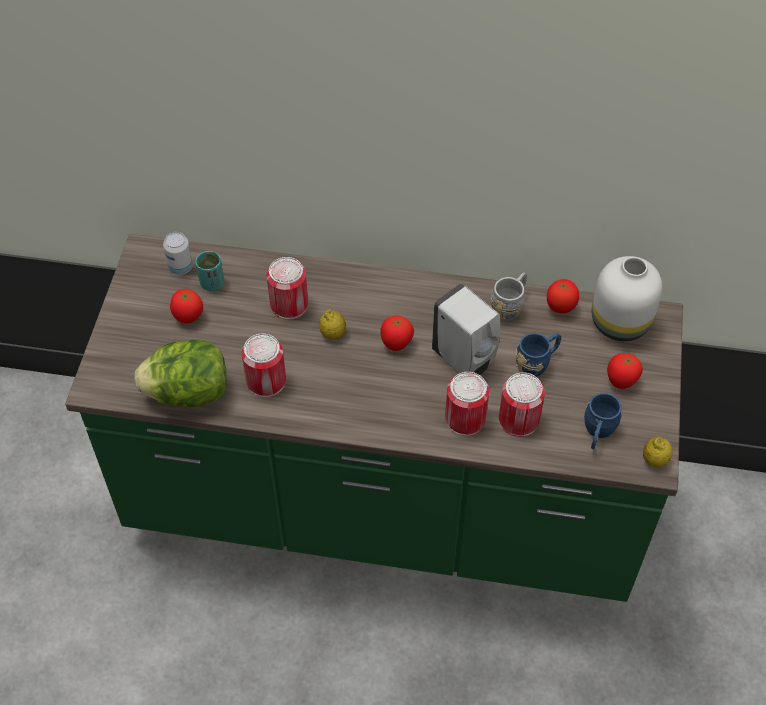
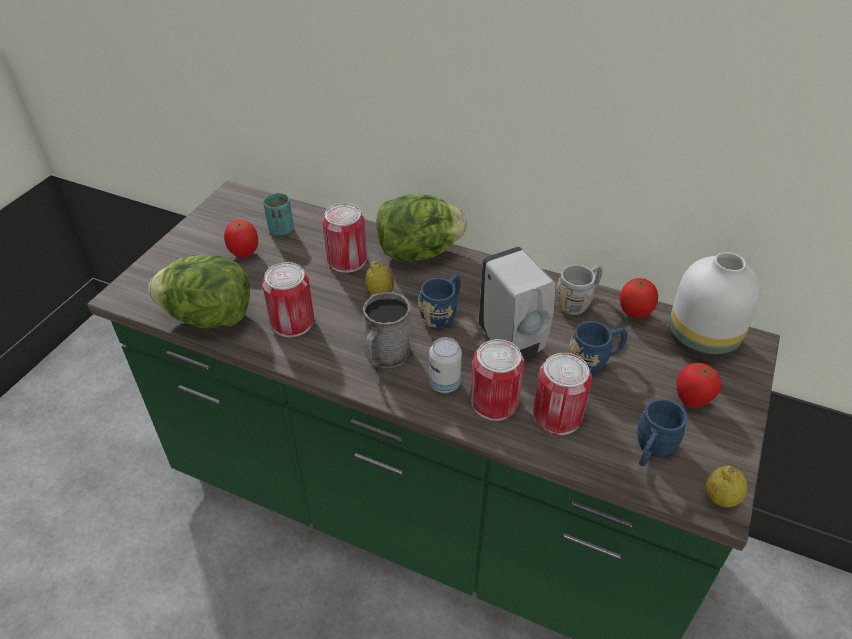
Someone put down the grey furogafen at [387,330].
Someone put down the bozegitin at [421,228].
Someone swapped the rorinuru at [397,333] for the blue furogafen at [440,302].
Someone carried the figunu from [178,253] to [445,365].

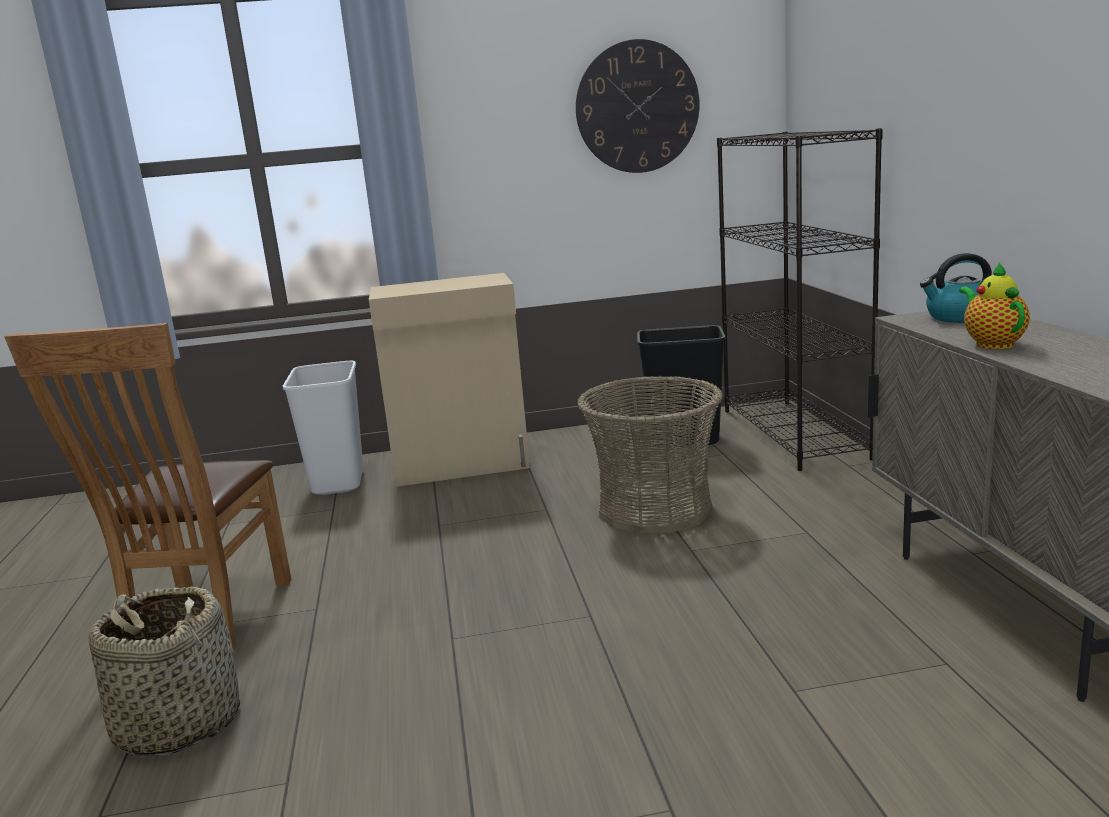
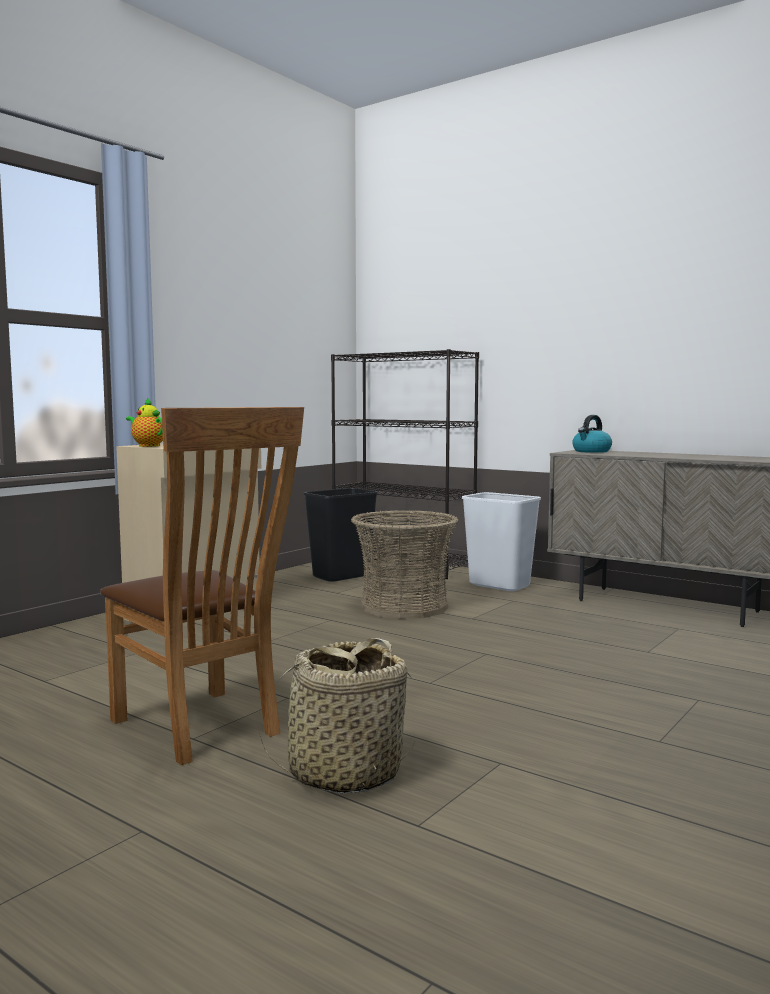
Someone carried the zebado from [994,305] to [144,422].
Someone carried the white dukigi from [323,428] to [501,541].
Someone took away the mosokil at [638,106].

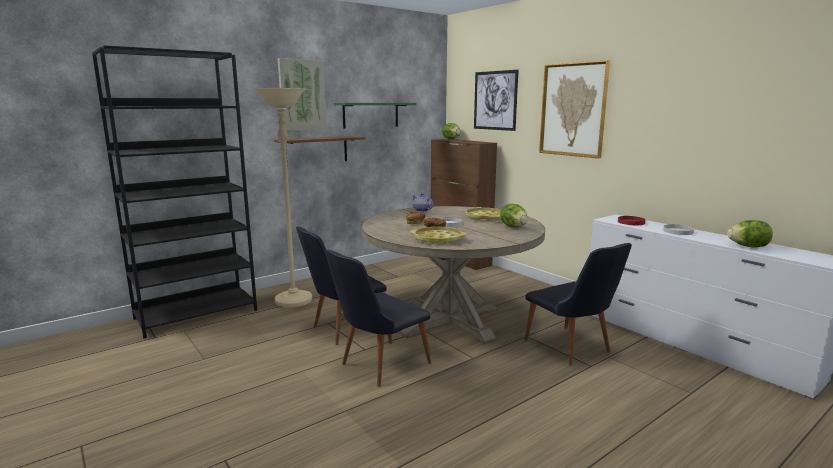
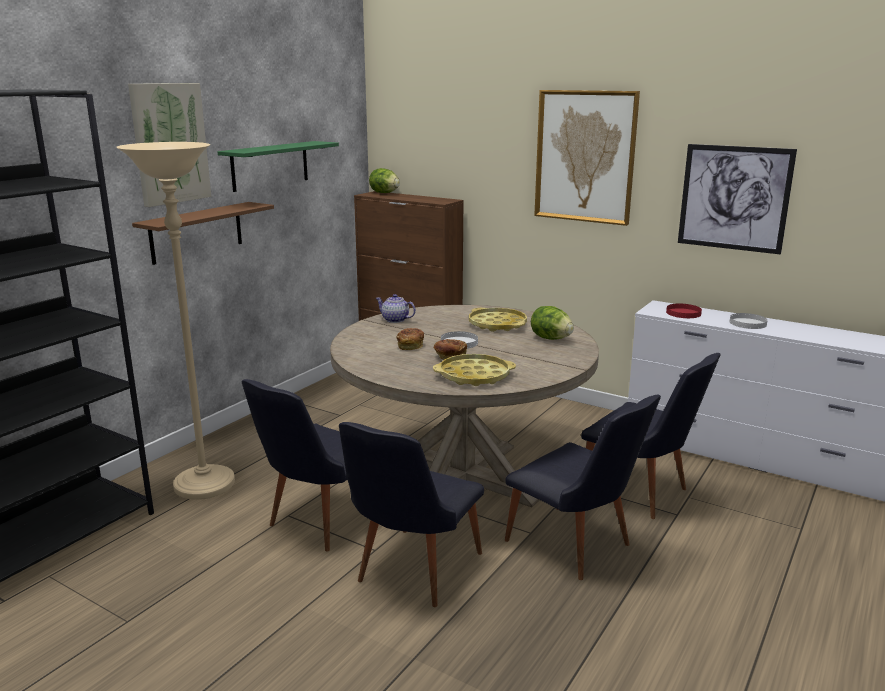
Someone put down the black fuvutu at [583,487].
Someone carried the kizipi from [496,100] to [737,199].
Someone took away the bozegitin at [750,233].

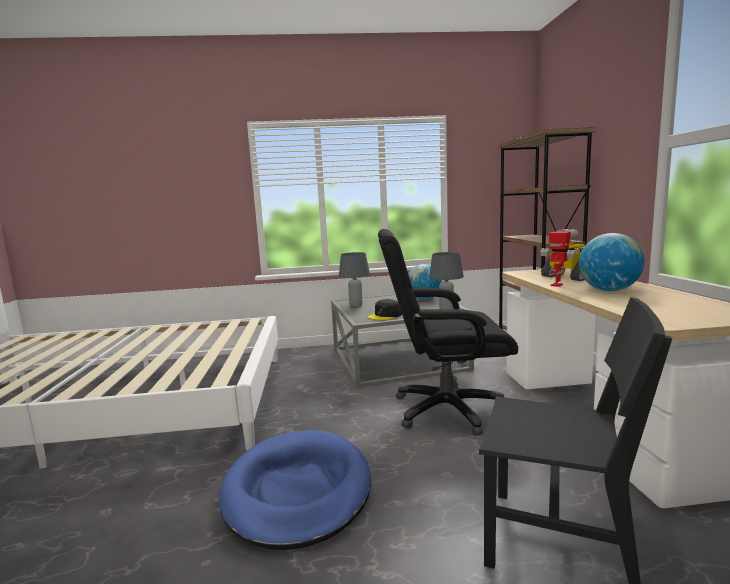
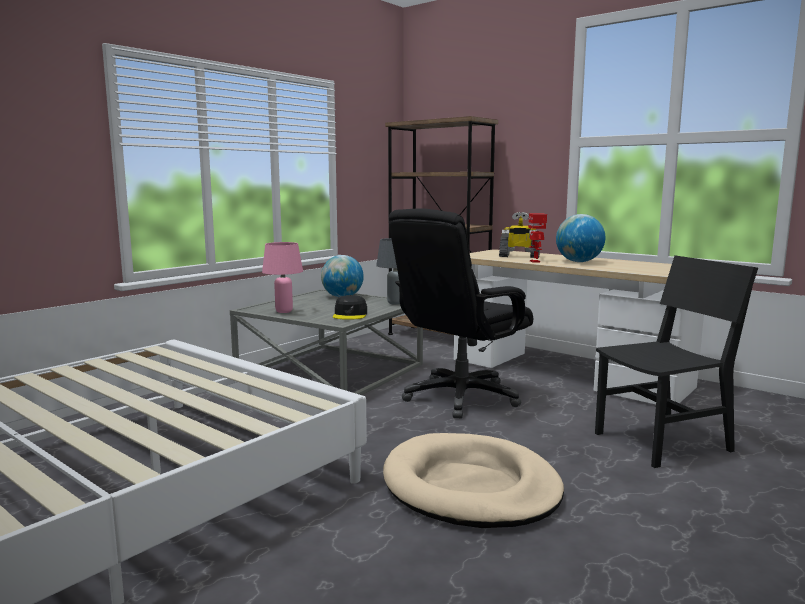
Someone repainted the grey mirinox at [354,279], which became the pink mirinox at [282,277].
Someone repainted the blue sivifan at [295,490], which became the beige sivifan at [473,480].

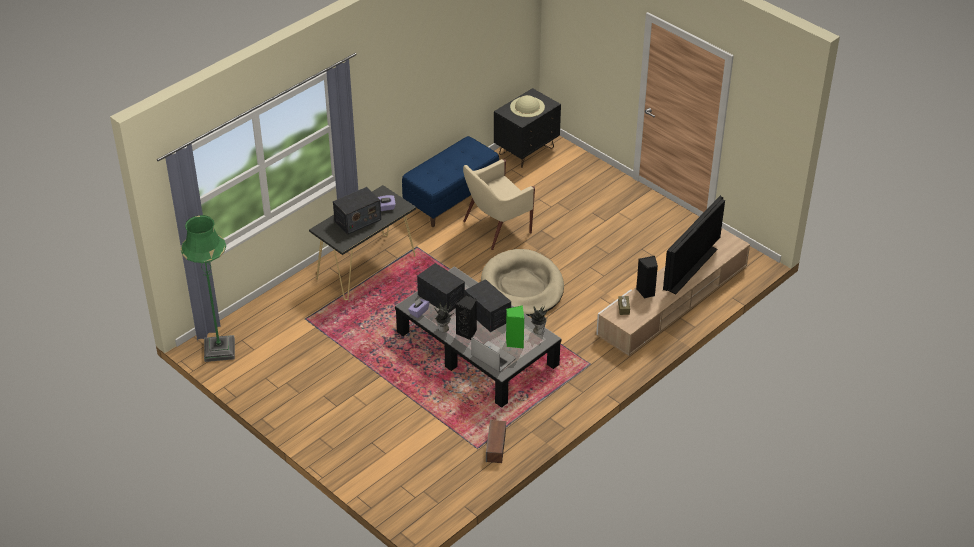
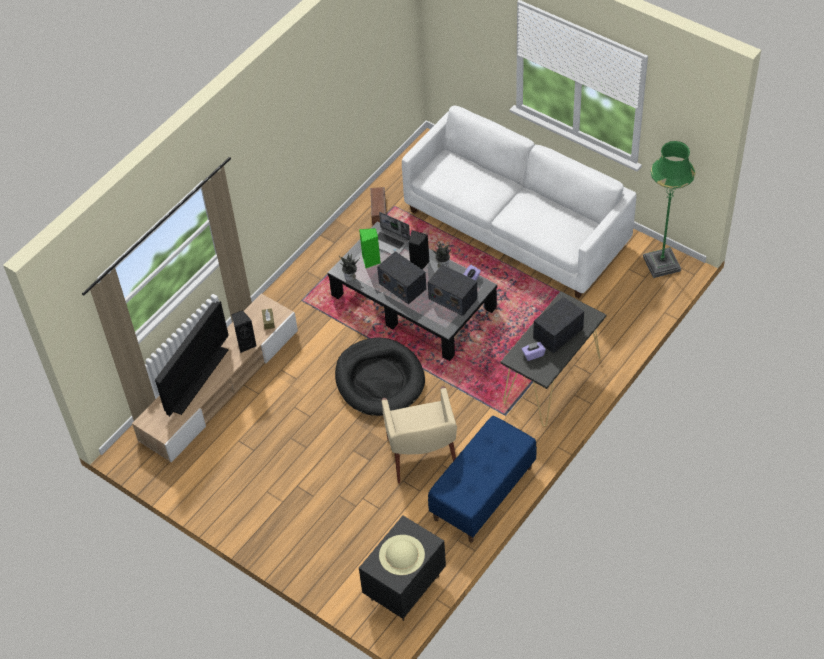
Someone repainted the beige sivifan at [522,282], which became the black sivifan at [380,377].
Someone rotated the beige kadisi at [499,204] by 120 degrees clockwise.
Someone put down the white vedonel at [519,201].

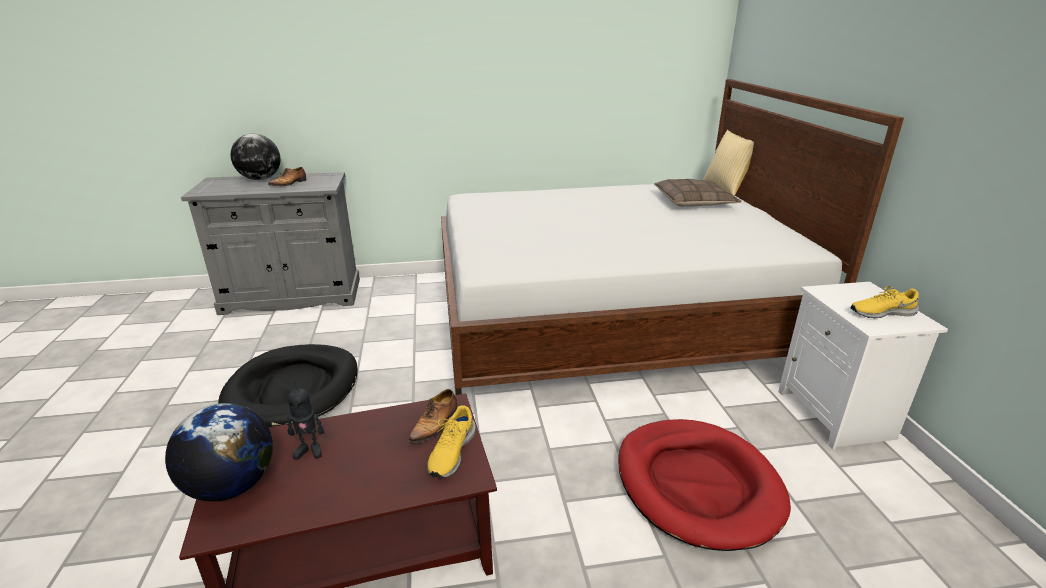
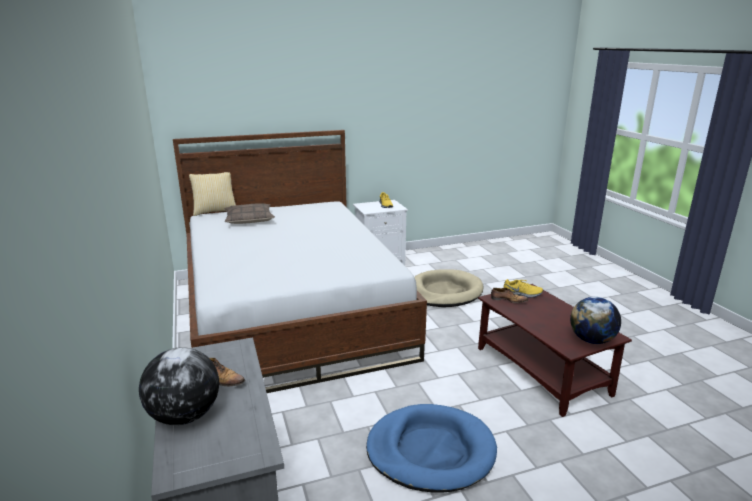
Someone repainted the black sivifan at [288,385], which became the blue sivifan at [431,448].
Someone repainted the red sivifan at [704,485], which became the beige sivifan at [449,288].
Someone took away the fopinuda at [306,420].

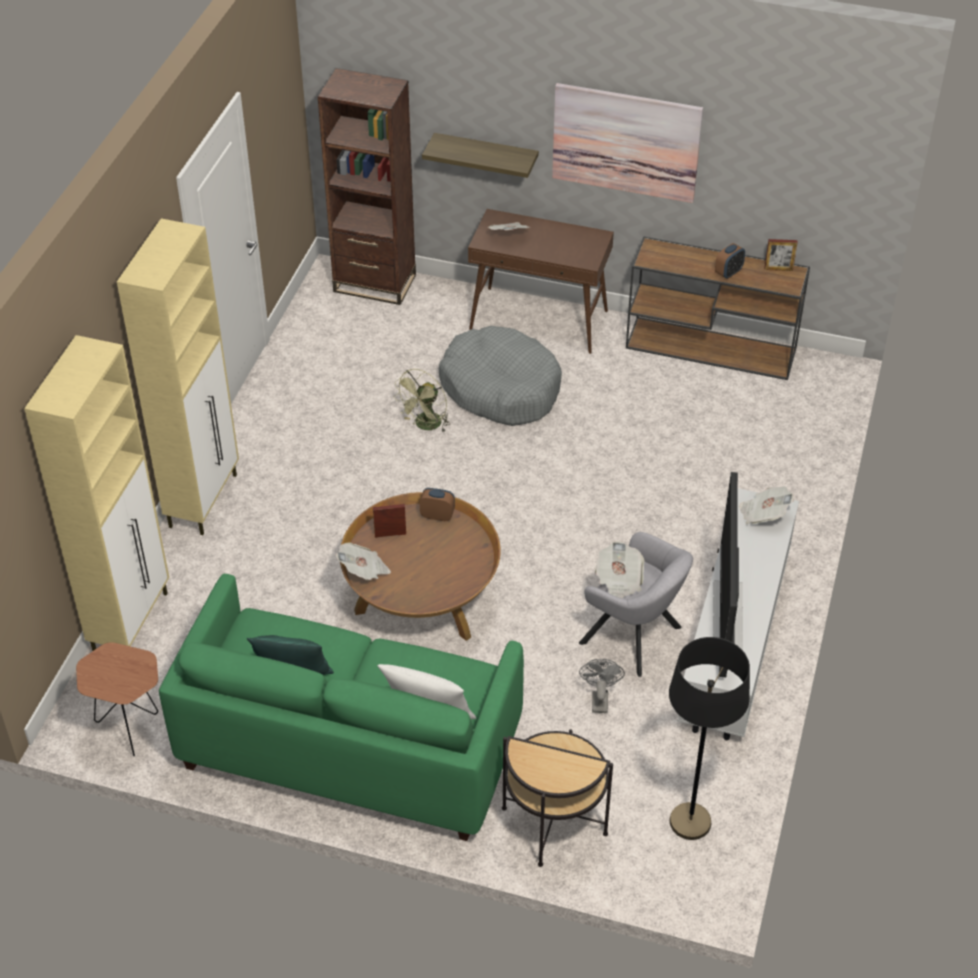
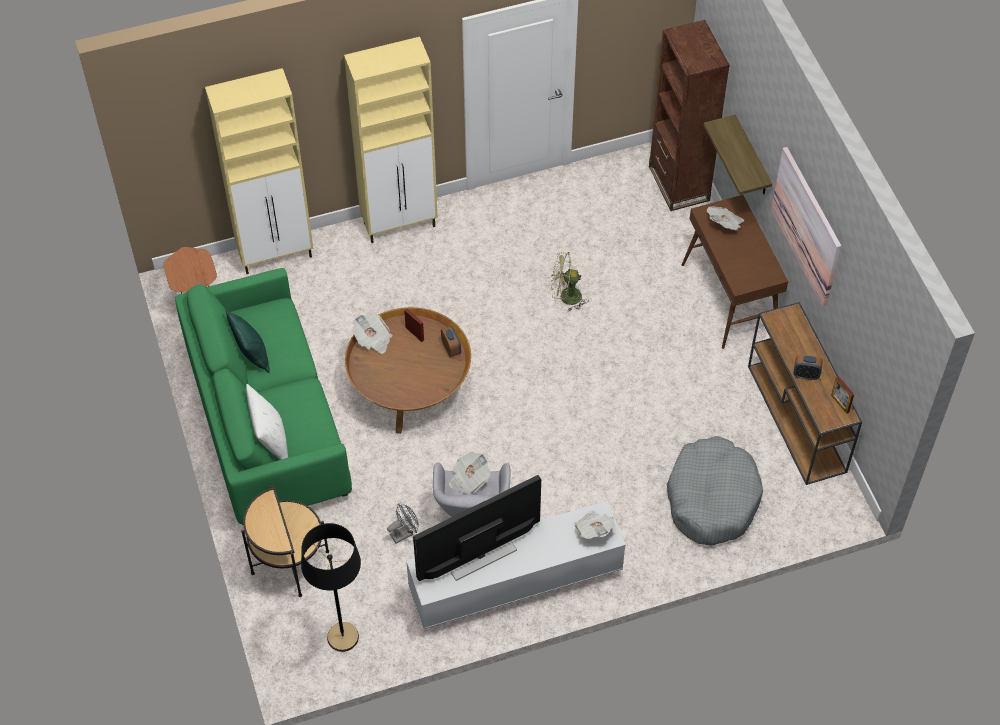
Someone carried the grey sivifan from [500,376] to [715,491].

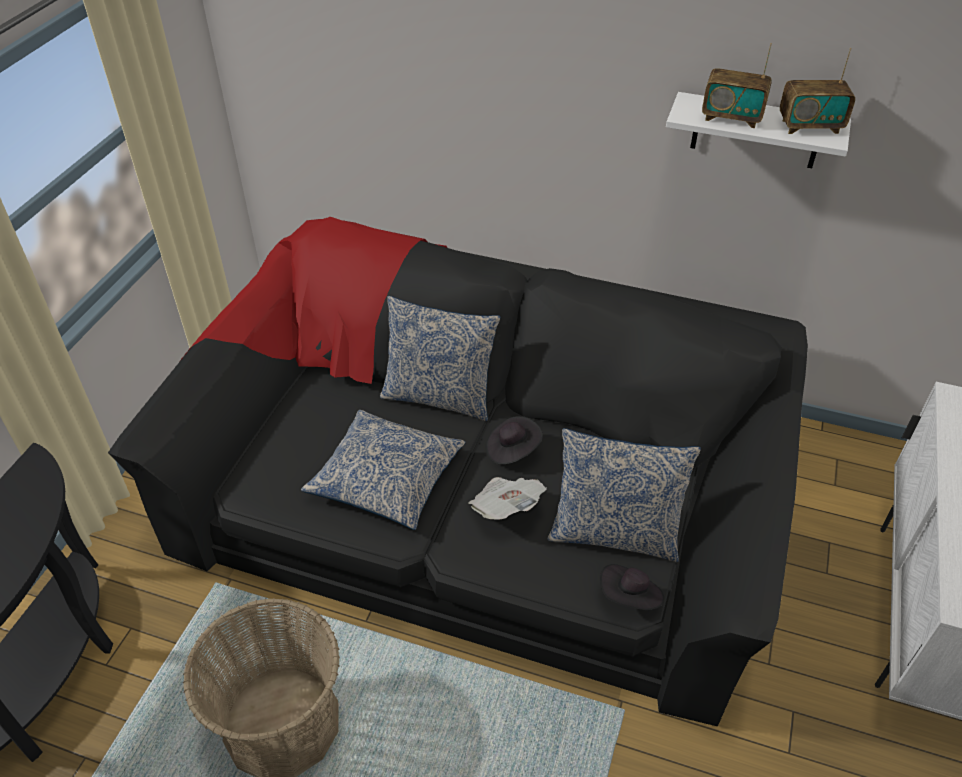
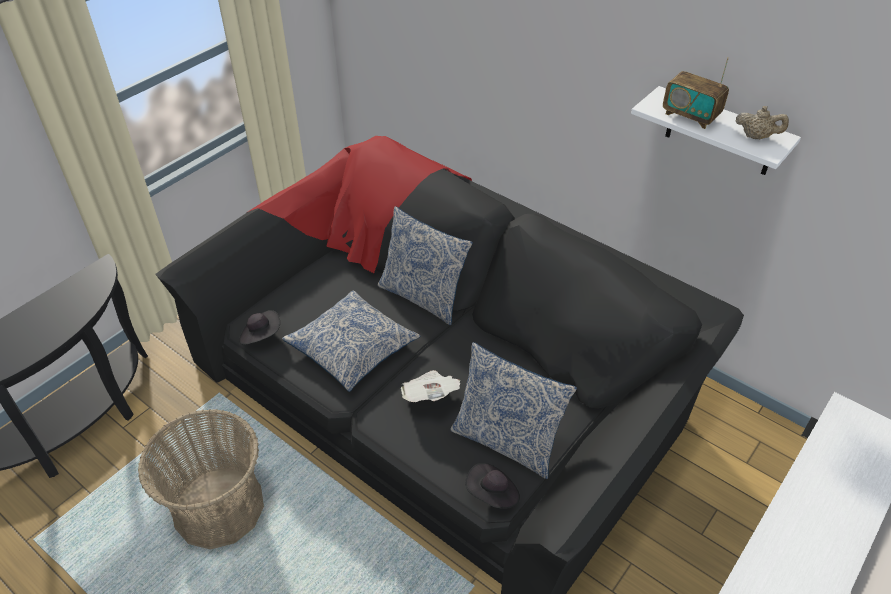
Someone carried the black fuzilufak from [514,440] to [259,327].
Someone swapped the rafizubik at [817,91] for the beige zebado at [762,122].

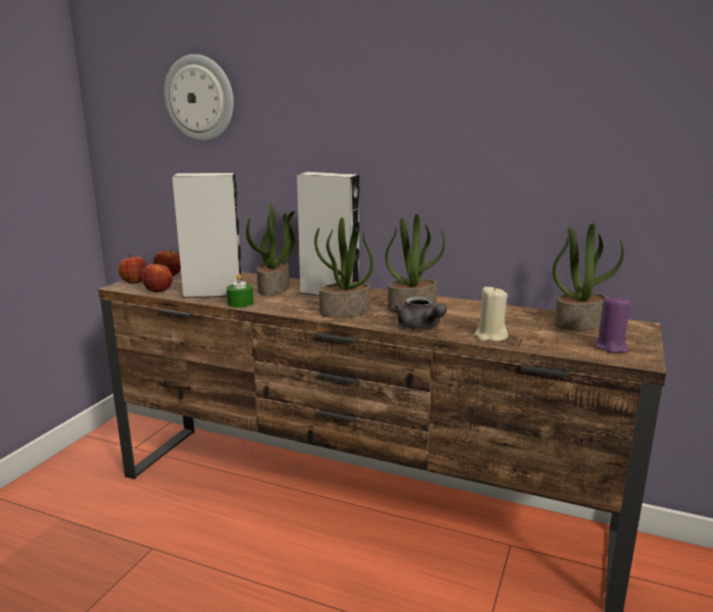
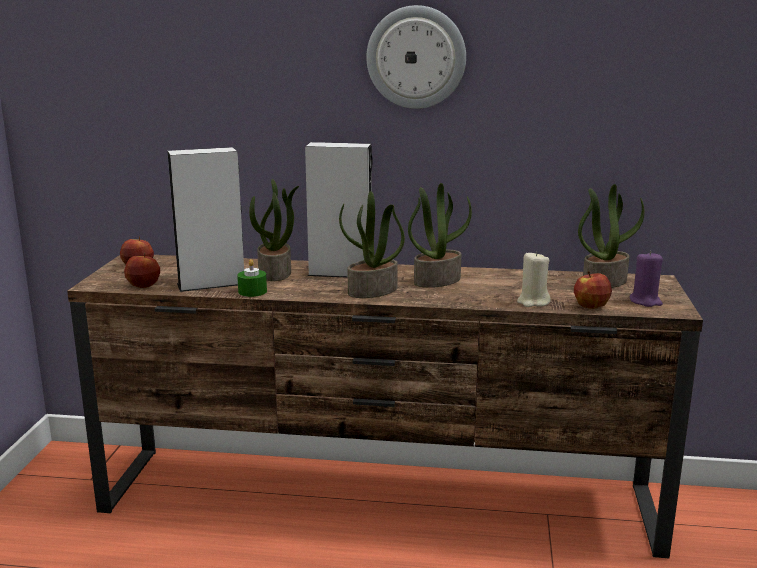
Someone carried the mosokil from [199,98] to [416,57].
Someone carried the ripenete from [132,269] to [593,290].
Someone took away the grey zebado at [421,312].

